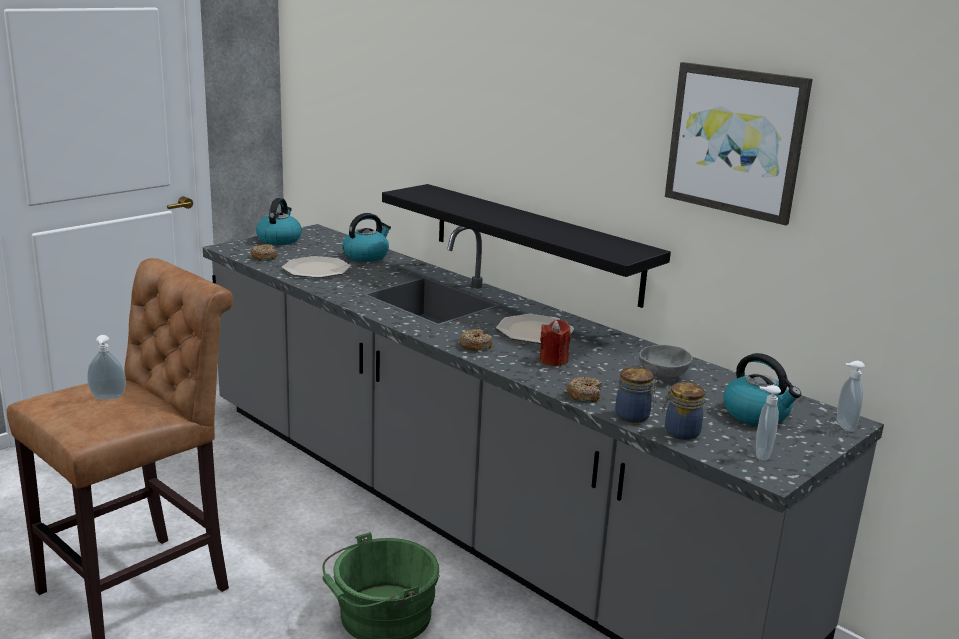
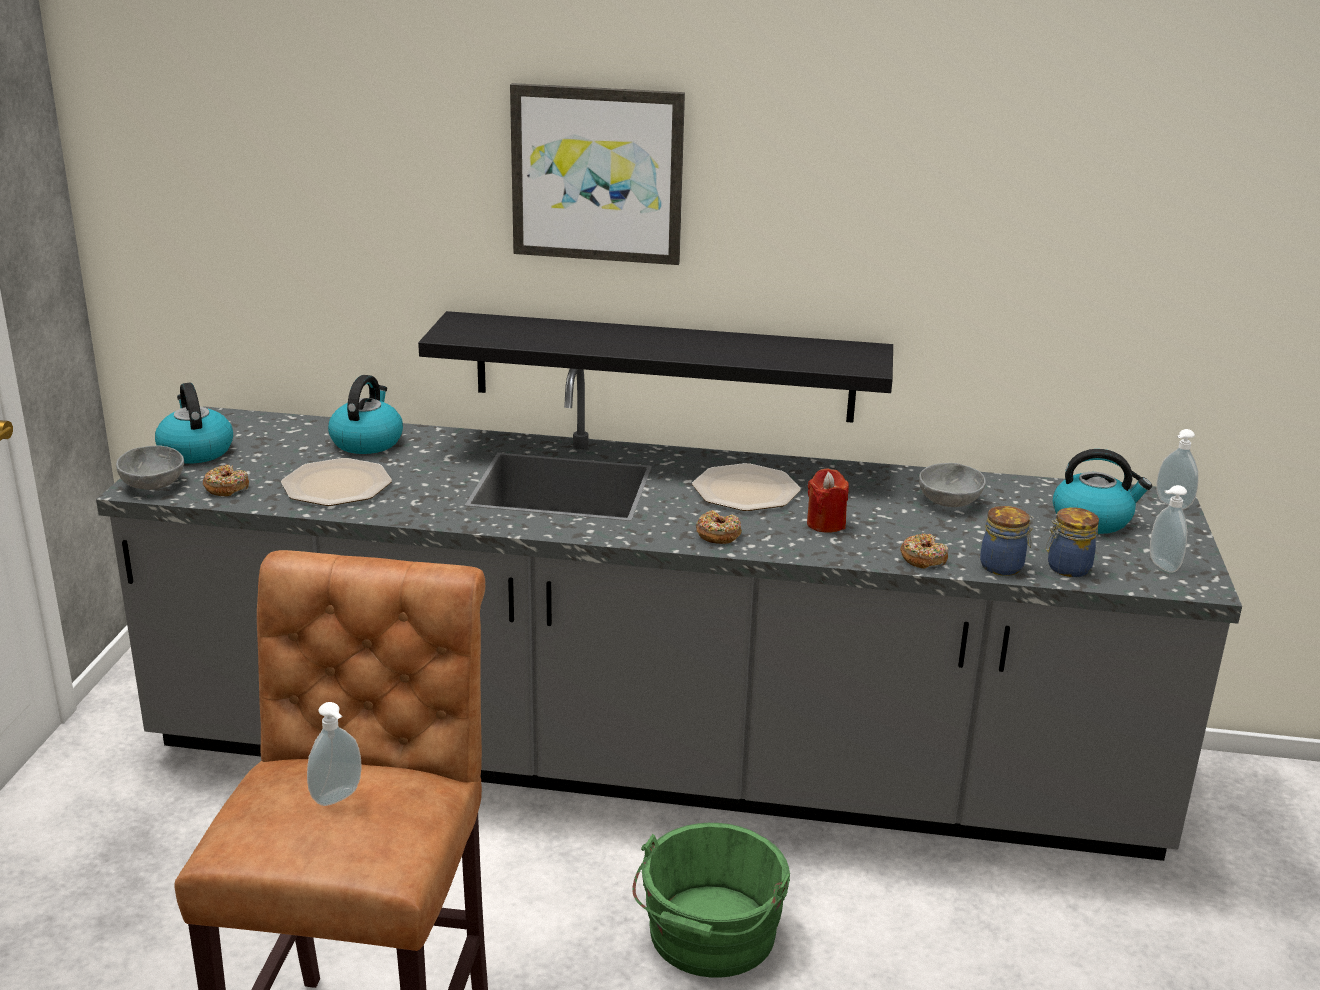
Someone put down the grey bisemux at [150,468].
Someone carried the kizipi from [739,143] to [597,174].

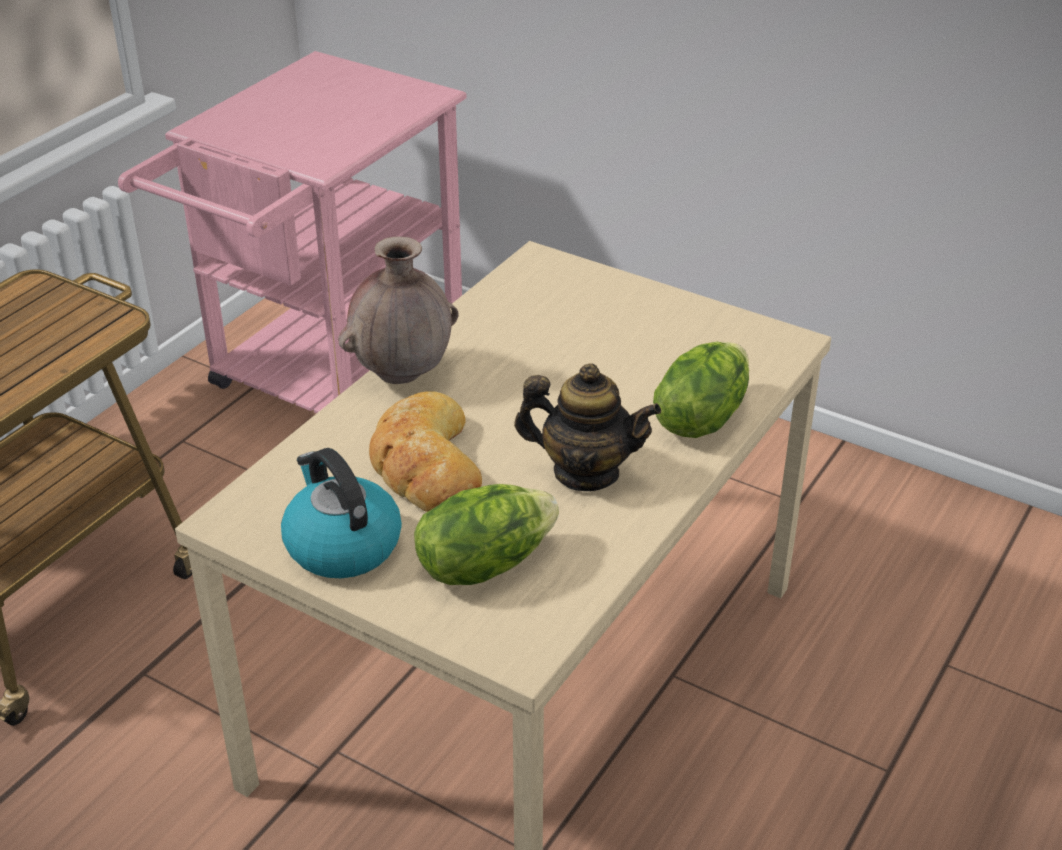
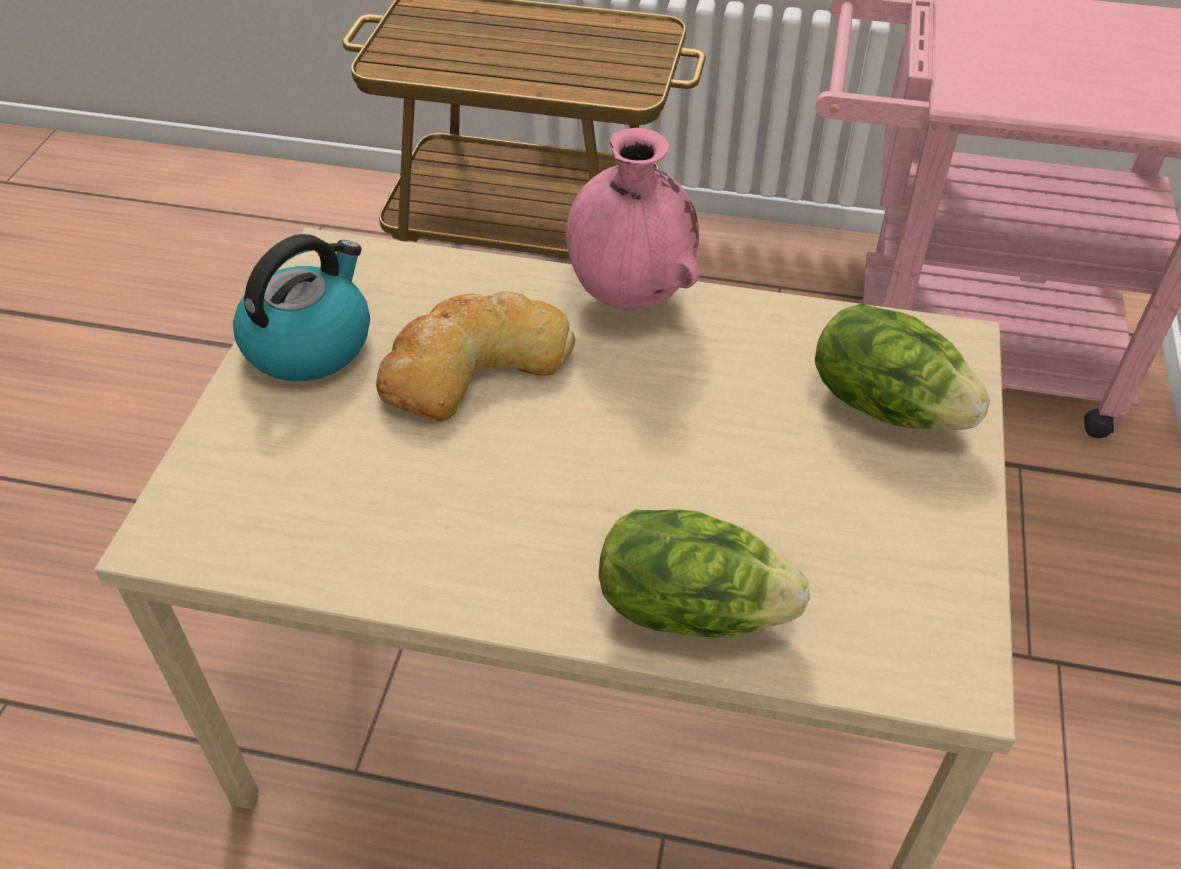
Someone repainted the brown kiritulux at [398,310], which became the pink kiritulux at [633,219].
Someone carried the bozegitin from [486,534] to [902,367].
Someone took away the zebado at [587,427].

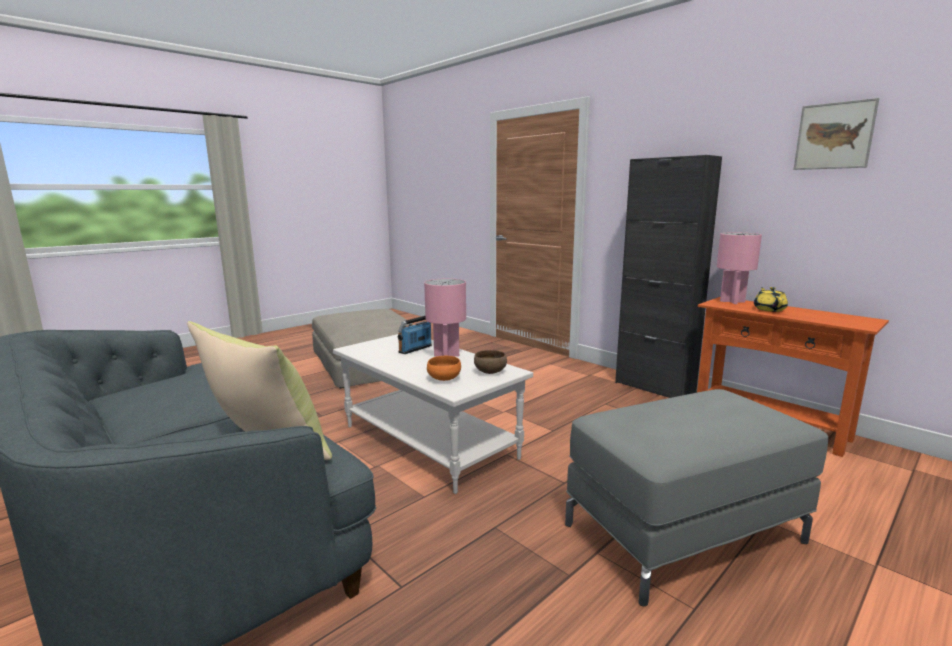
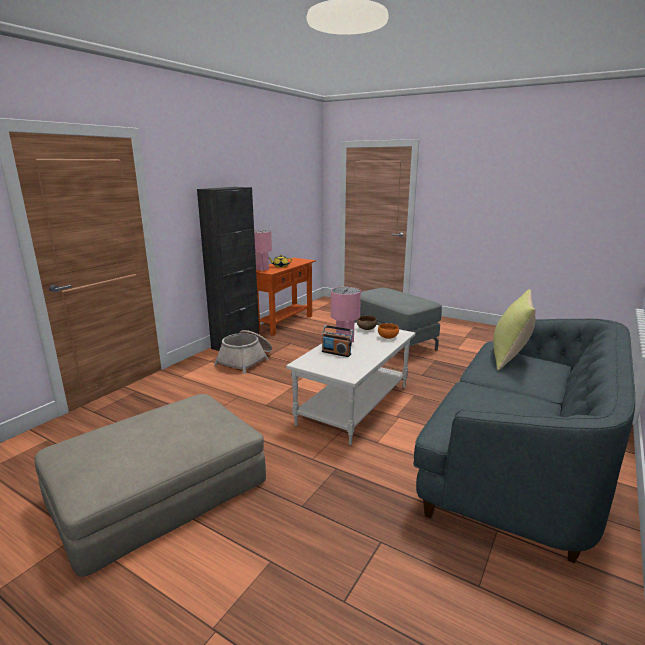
Someone put down the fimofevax at [243,352].
Someone took away the kizipi at [836,134].

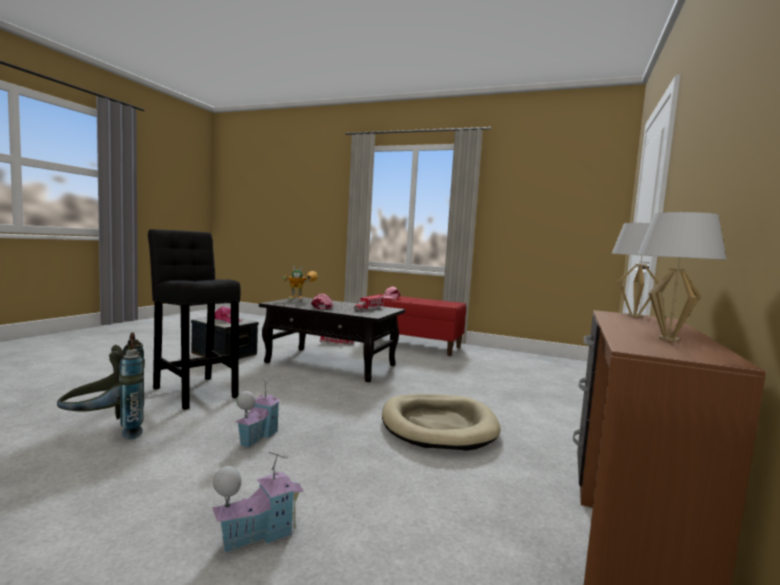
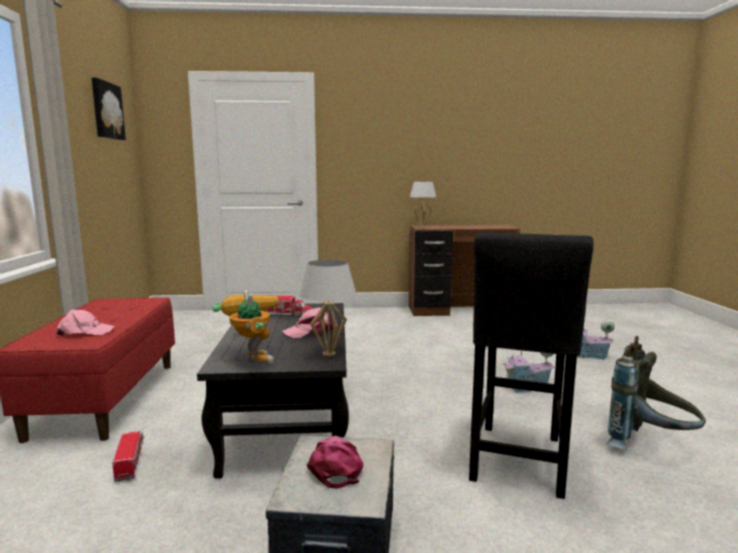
Someone put up the kizipi at [109,108].
Someone carried the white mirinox from [682,277] to [328,307].
Someone took away the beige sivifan at [441,422].

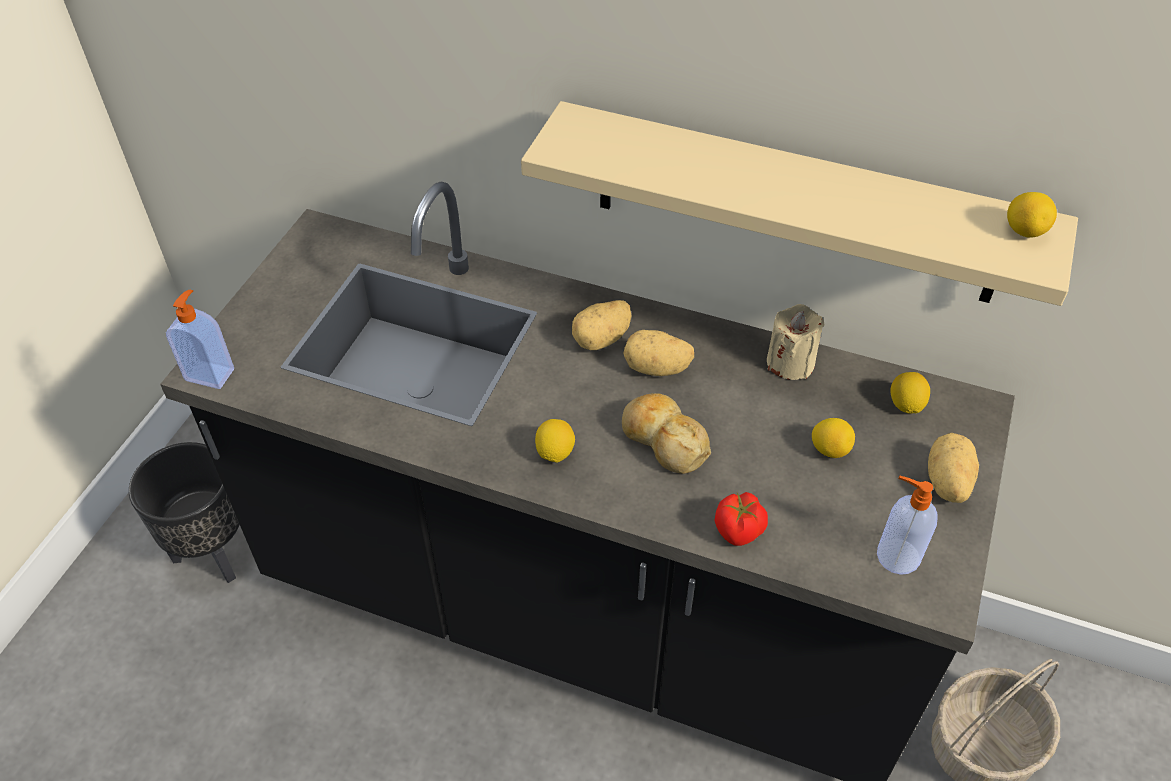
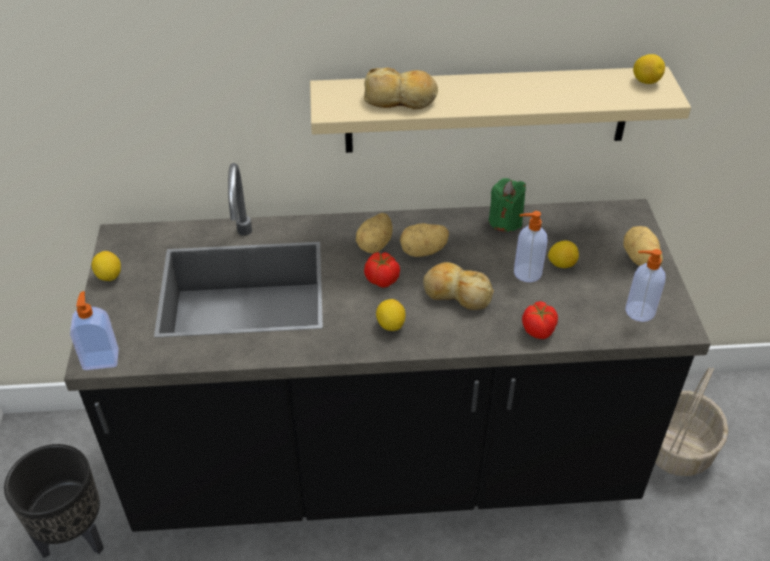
Someone carried the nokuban from [910,393] to [106,266].
Someone put down the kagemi at [401,88].
Someone put down the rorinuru at [382,270].
Someone repainted the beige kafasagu at [796,342], which became the green kafasagu at [507,205].
Someone put down the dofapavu at [531,246].

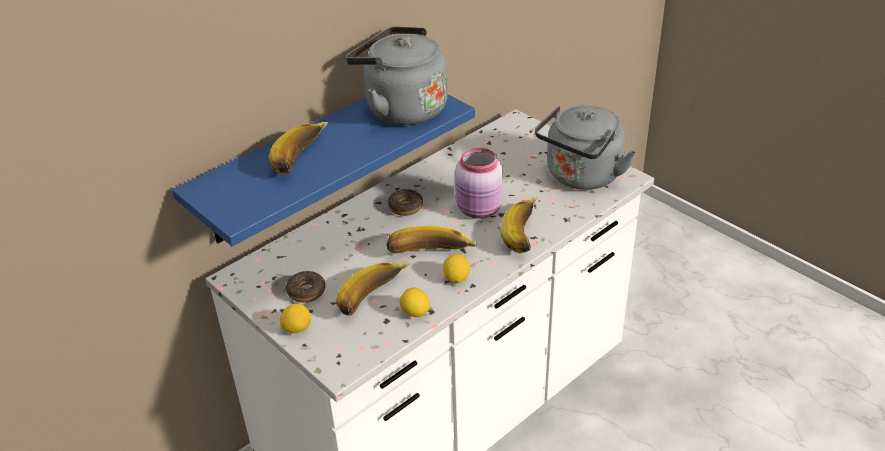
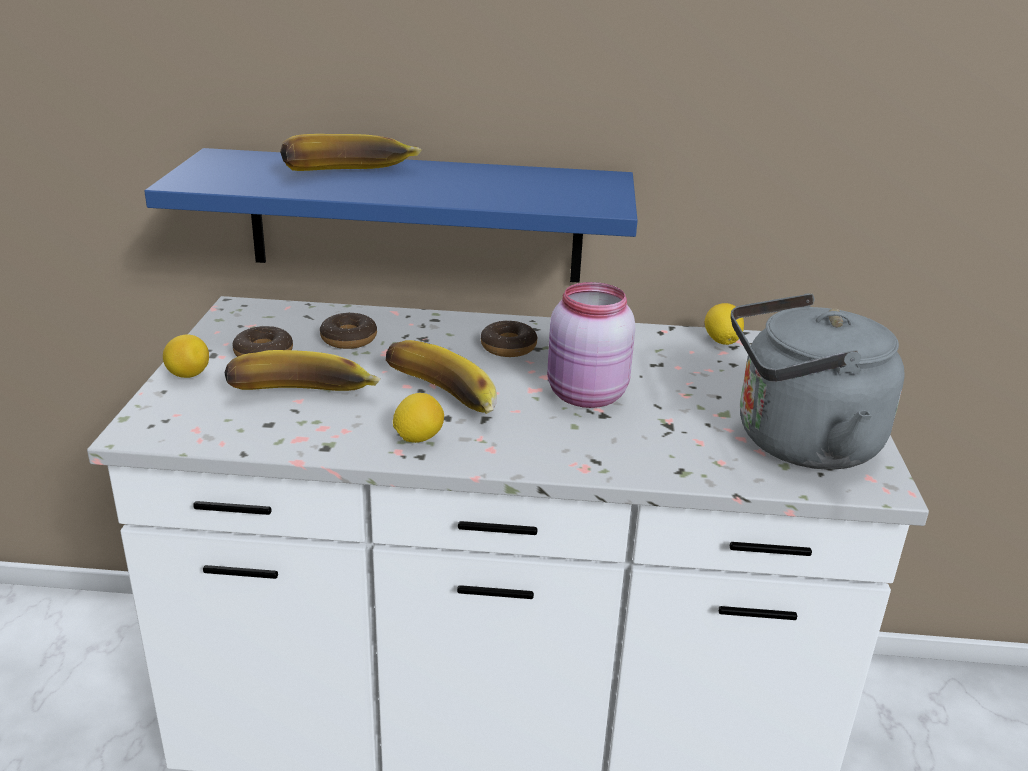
Someone put down the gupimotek at [348,330].
Someone carried the nokuban from [415,302] to [724,324].
Someone took away the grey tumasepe at [396,75].
Someone took away the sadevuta at [519,225].

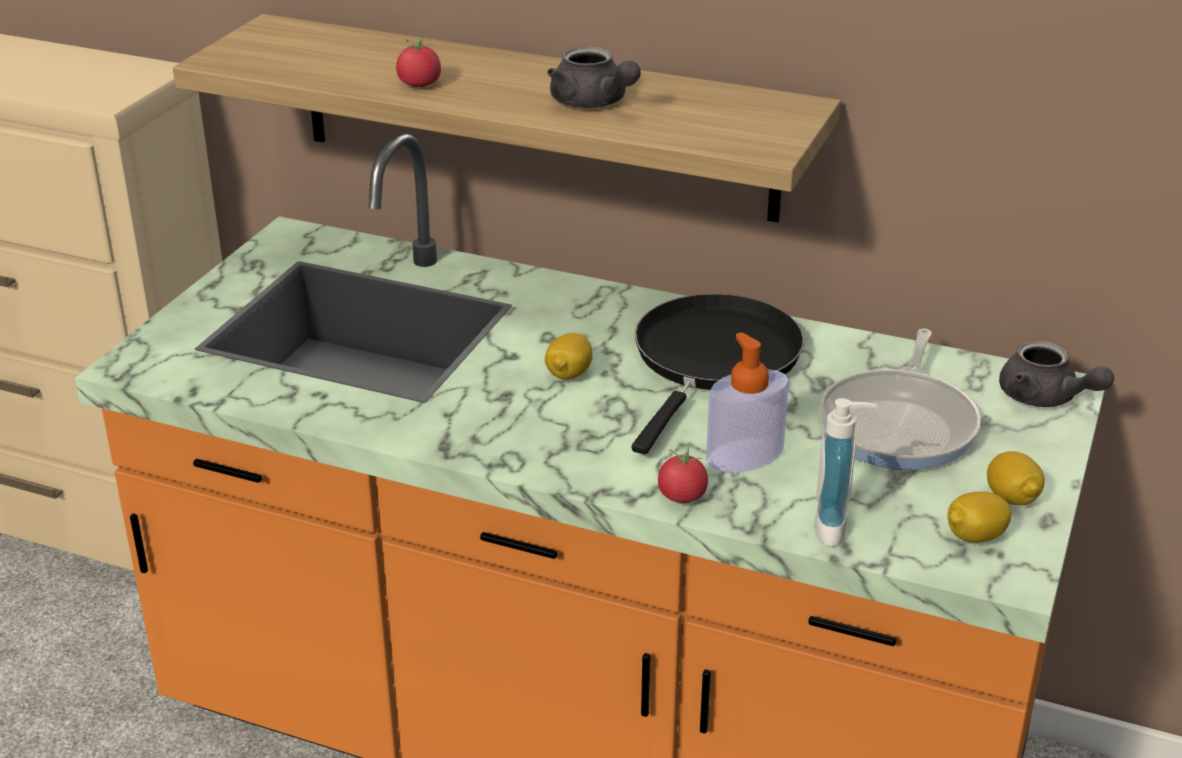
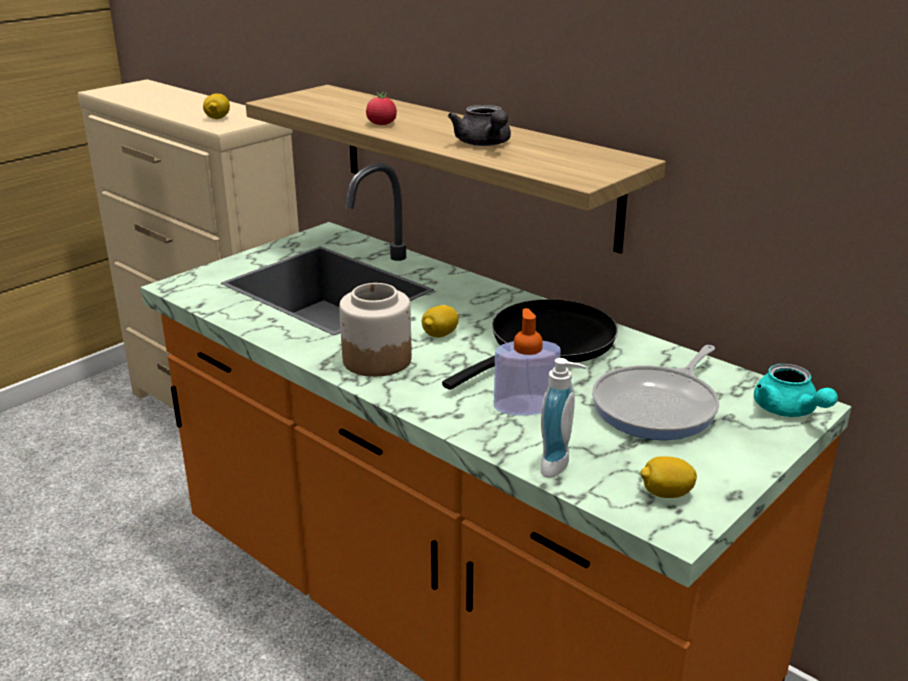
Someone carried the nokuban from [1016,478] to [216,106].
Someone put down the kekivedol at [375,330].
Someone repainted the grey zebado at [1056,373], which became the turquoise zebado at [796,390].
Someone took away the rorinuru at [683,475].

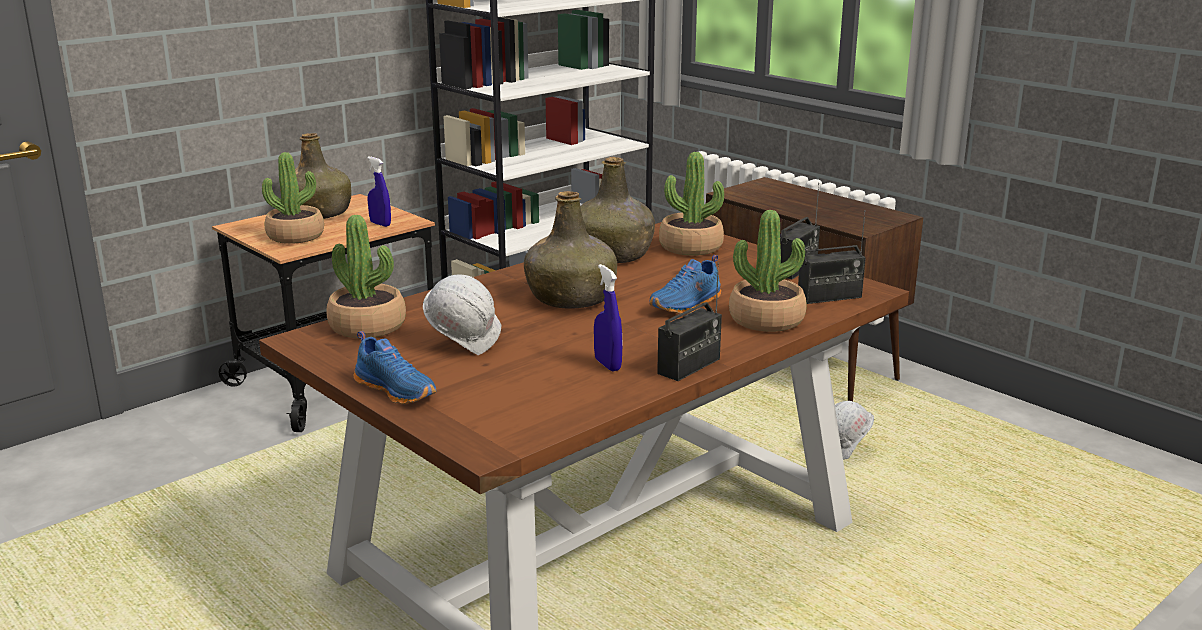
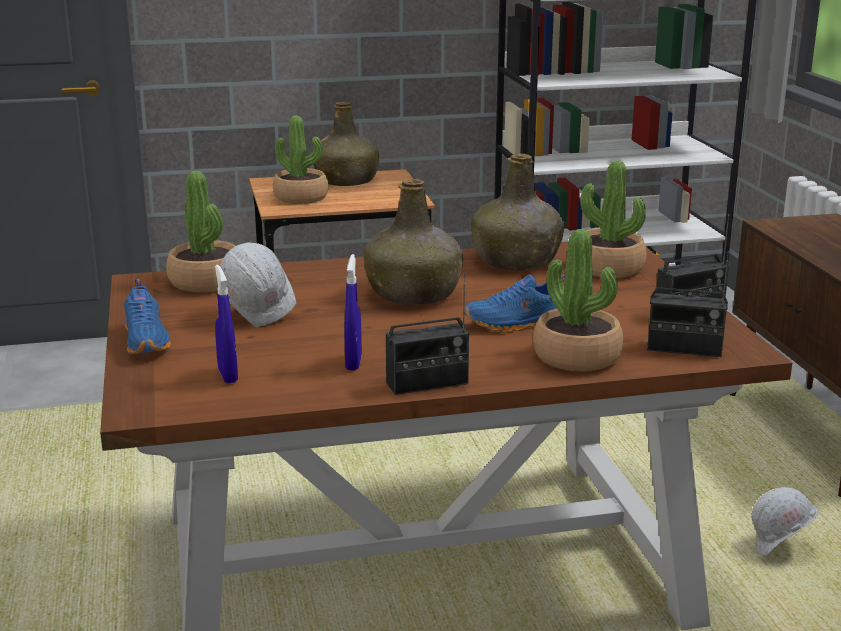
Someone carried the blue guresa from [379,191] to [226,324].

